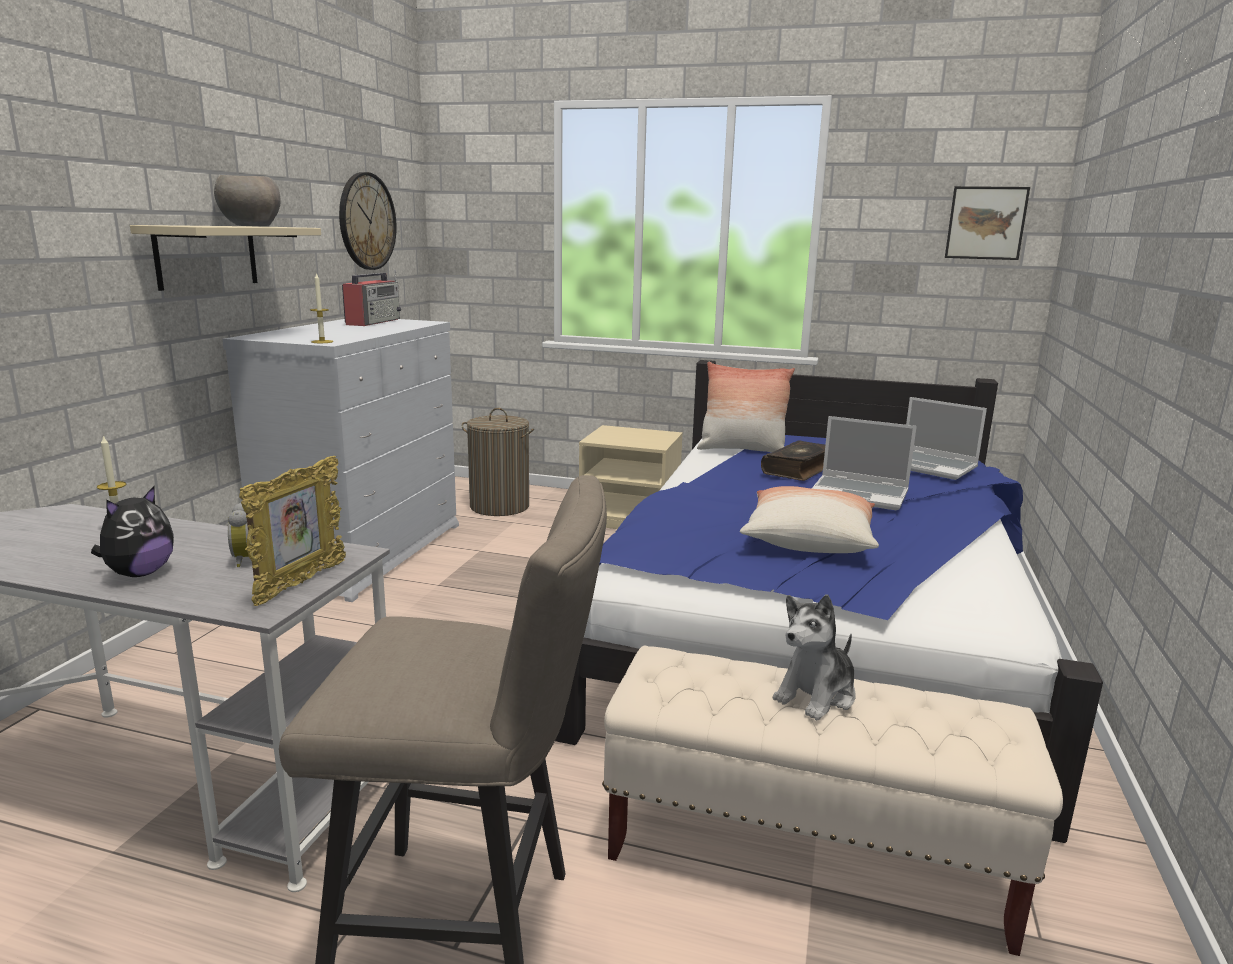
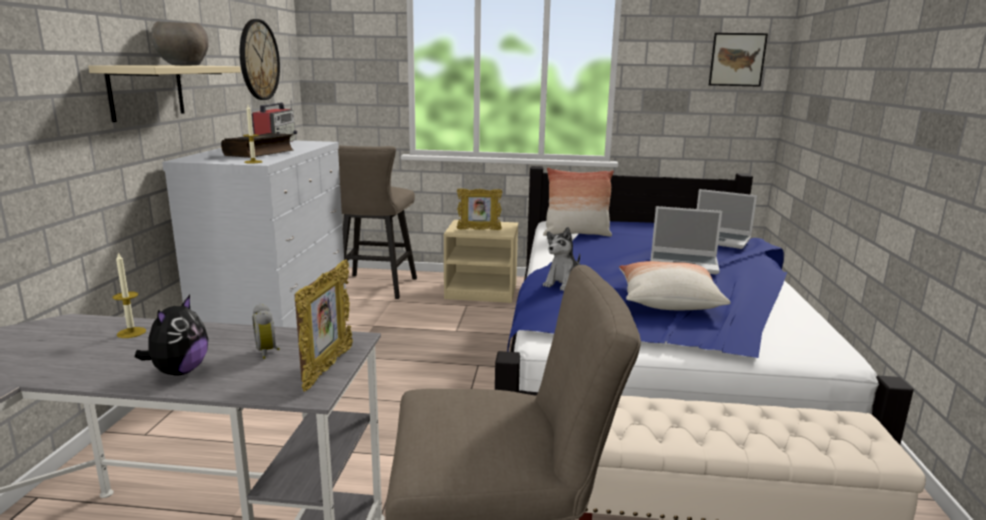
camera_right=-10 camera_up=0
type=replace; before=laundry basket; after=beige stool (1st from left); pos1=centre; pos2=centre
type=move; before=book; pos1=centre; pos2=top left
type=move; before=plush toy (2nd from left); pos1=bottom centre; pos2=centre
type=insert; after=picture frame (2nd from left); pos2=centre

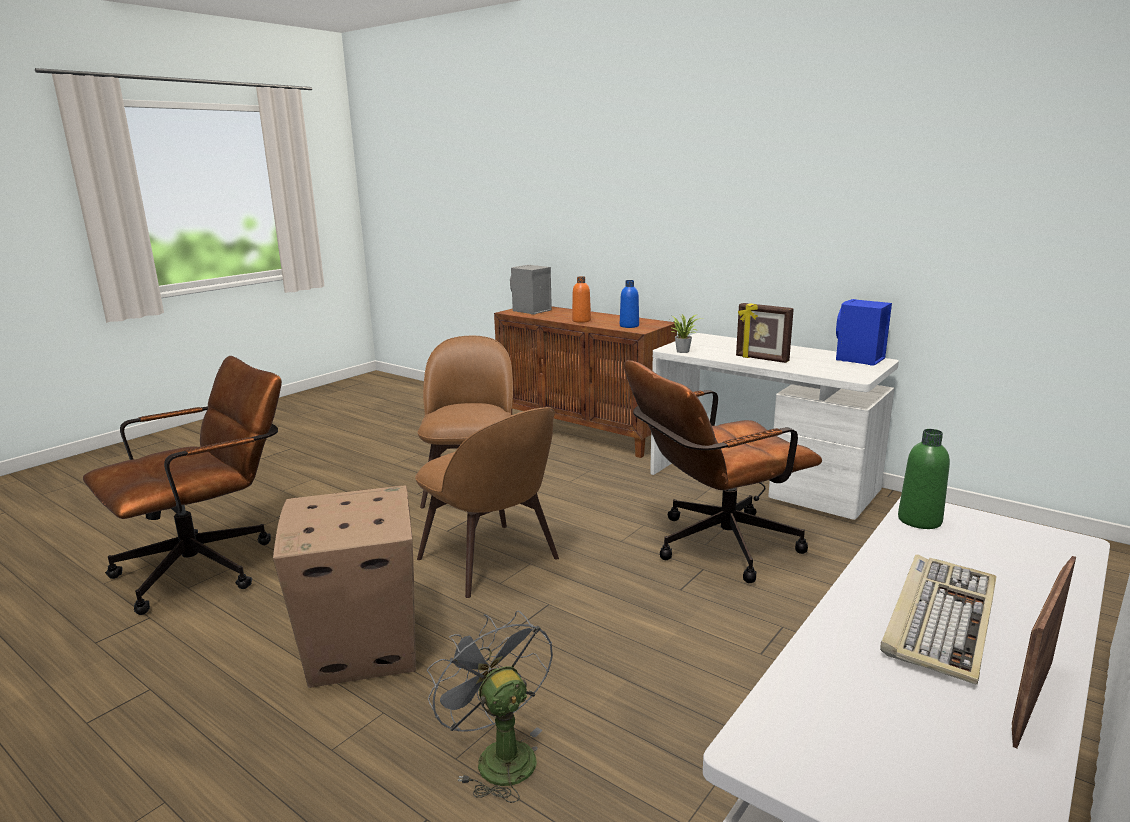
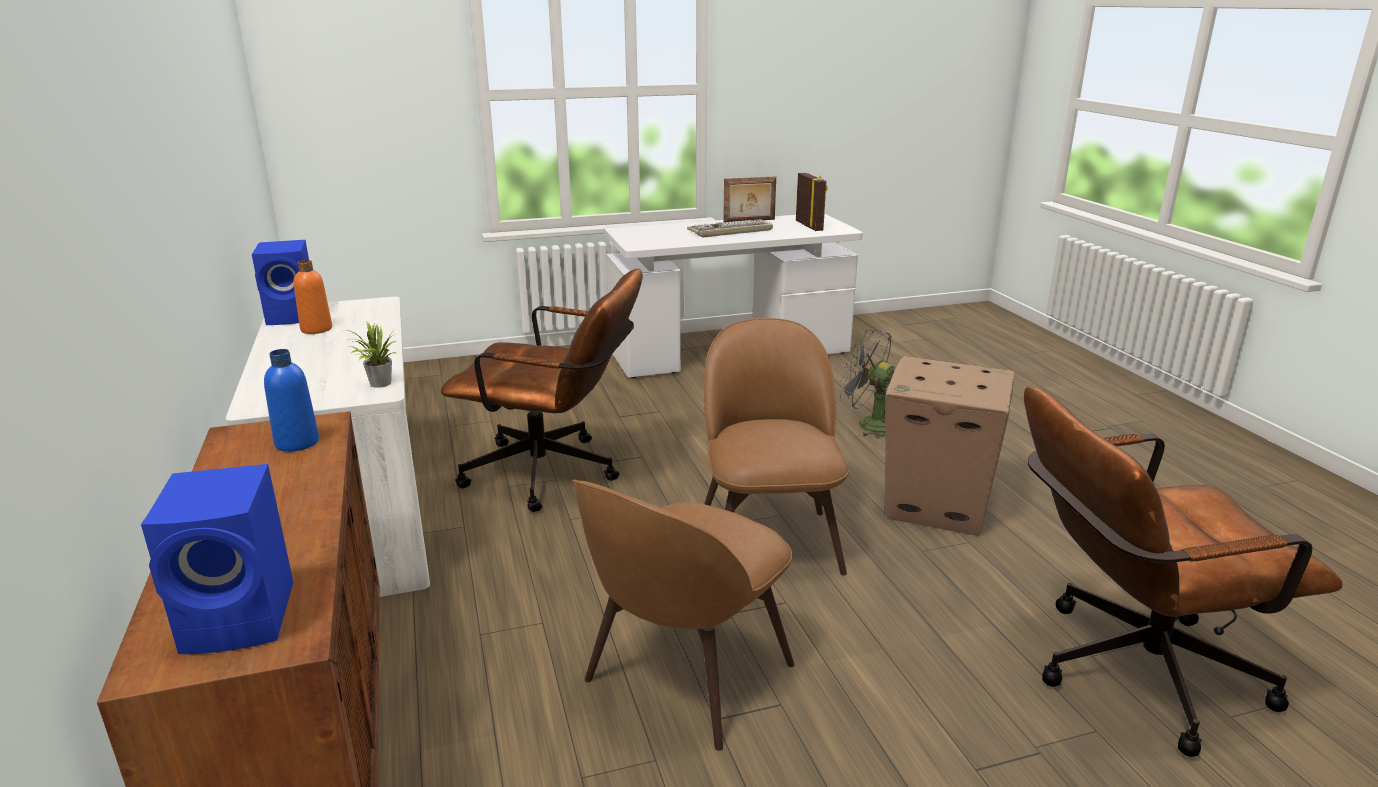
camera_right=-145 camera_up=5
type=rotate; before=grey fan; pos1=bottom centre; pos2=centre; turn=120
type=recolor; before=grey speaker; after=blue speaker (1st from left); pos1=centre; pos2=bottom left
type=move; before=orange bottle; pos1=centre; pos2=middle left
type=move; before=picture frame (1st from left in the first image); after=picture frame (2nd from left); pos1=middle right; pos2=top centre
type=delete; before=green bottle; pos1=middle right

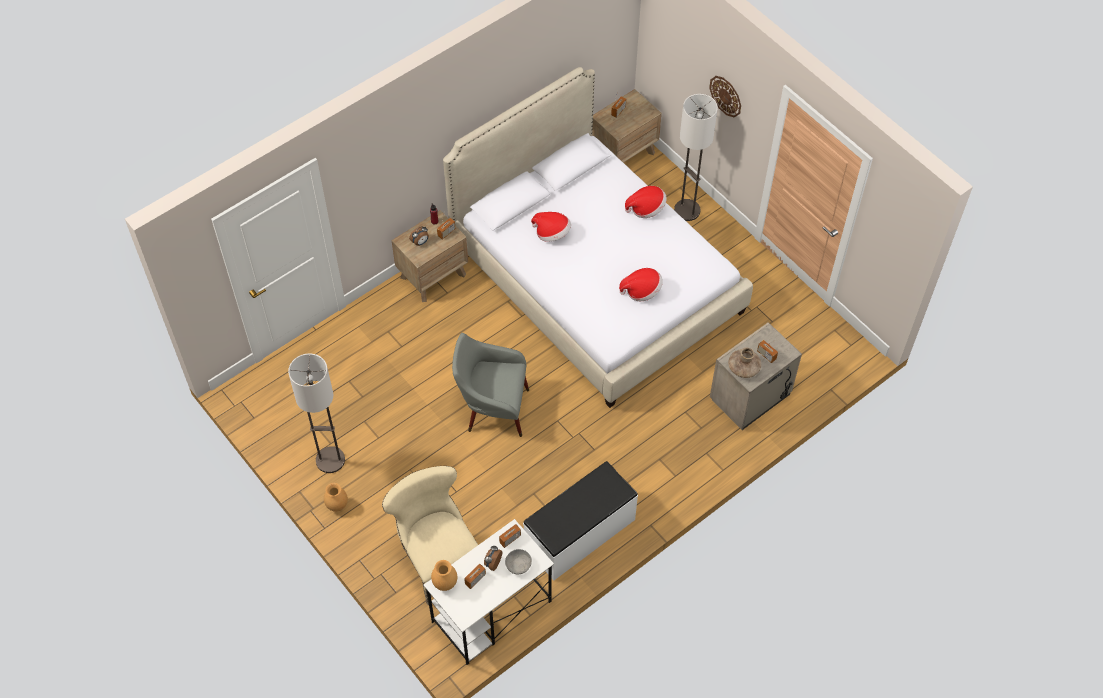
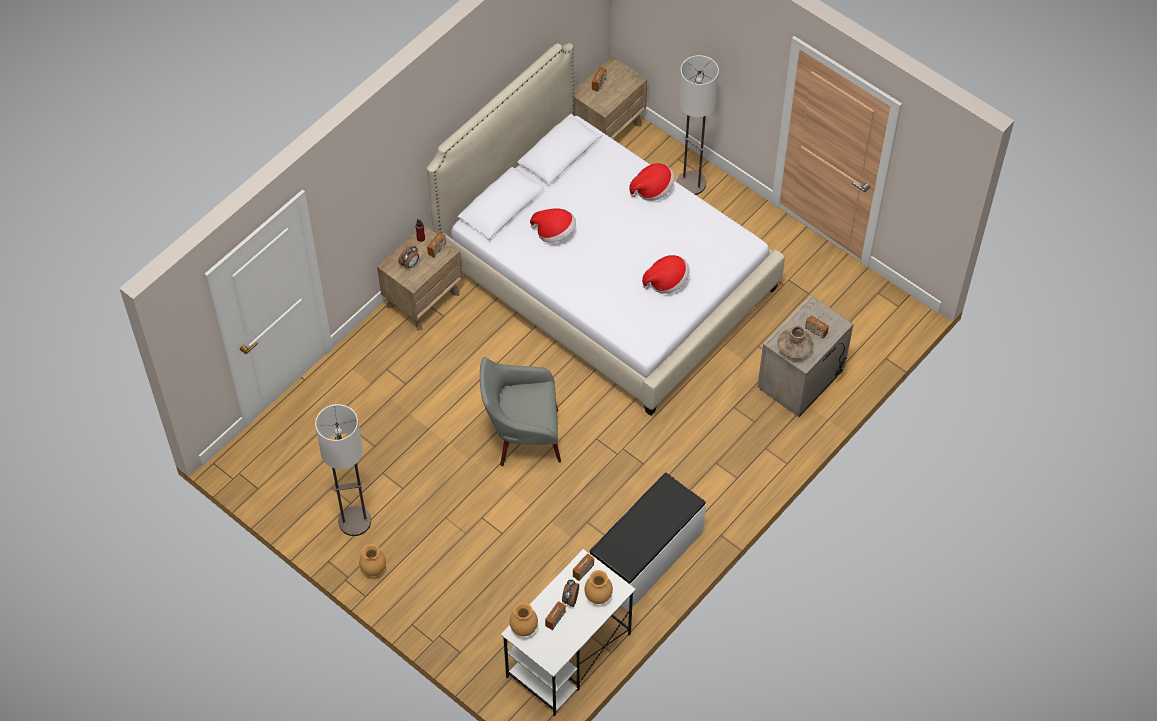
camera_right=-10 camera_up=0
type=delete; before=beige chair; pos1=bottom centre
type=replace; before=grey bowl; after=brown vase (3rd from left); pos1=bottom centre; pos2=bottom centre
type=delete; before=wall clock; pos1=top centre

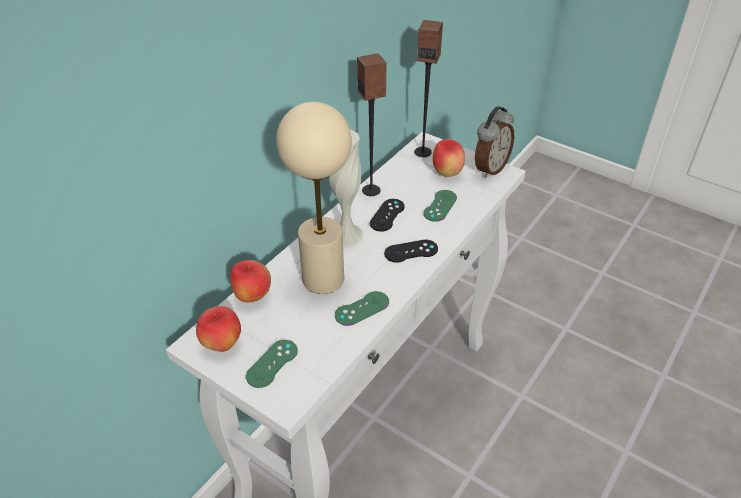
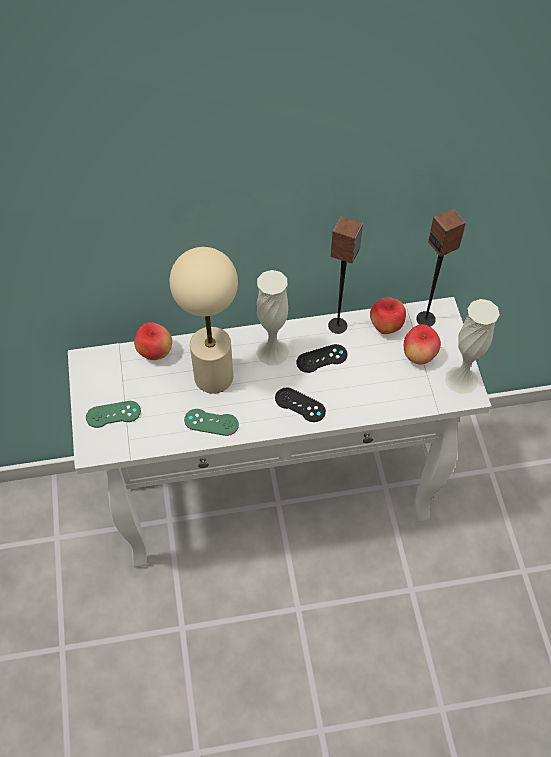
camera_right=45 camera_up=15
type=move; before=apple (1st from left in the first image); after=apple (2nd from left); pos1=middle left; pos2=middle right
type=delete; before=green game controller (3rd from left); pos1=centre
type=replace; before=alarm clock; after=white vase (2nd from left); pos1=top right; pos2=middle right

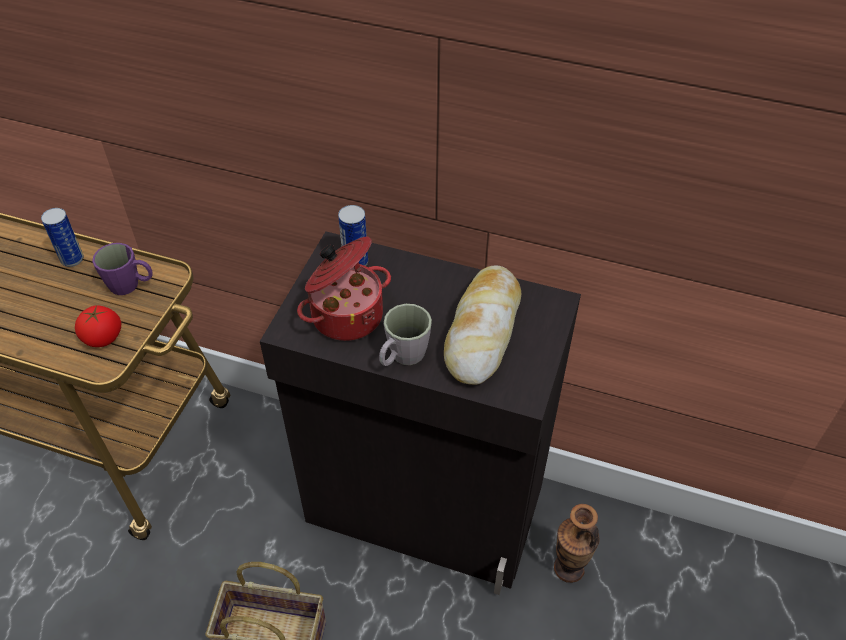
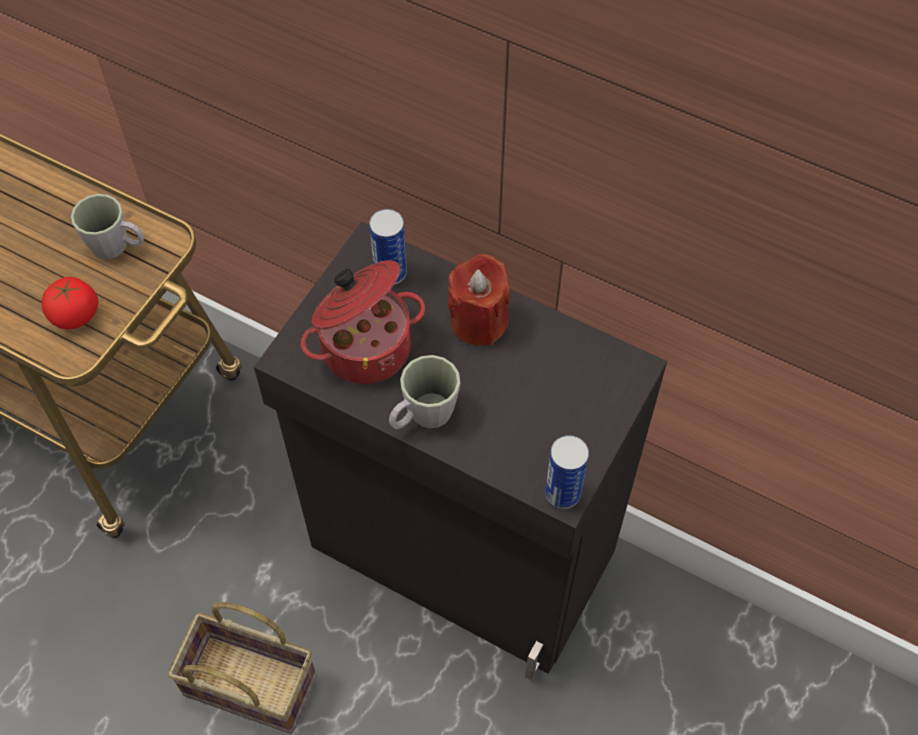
camera_right=10 camera_up=10
type=move; before=can (1st from left in the first image); after=can (2nd from left); pos1=middle left; pos2=centre
type=recolor; before=purple mug; after=grey mug (1st from left); pos1=middle left; pos2=top left
type=delete; before=bread; pos1=centre
type=delete; before=vase; pos1=bottom right
type=insert; after=red candle; pos2=centre

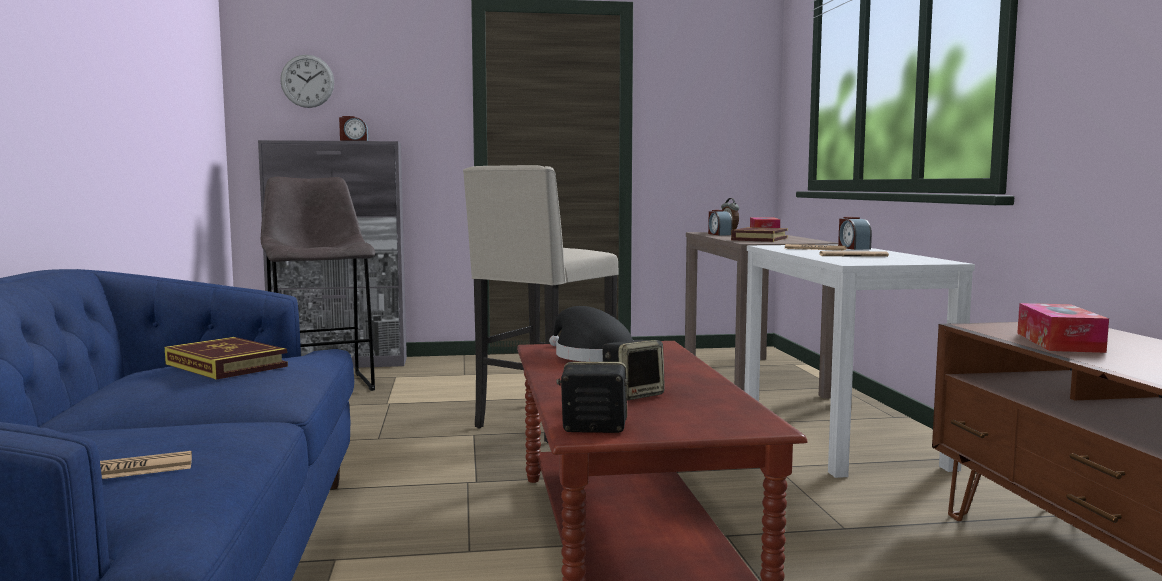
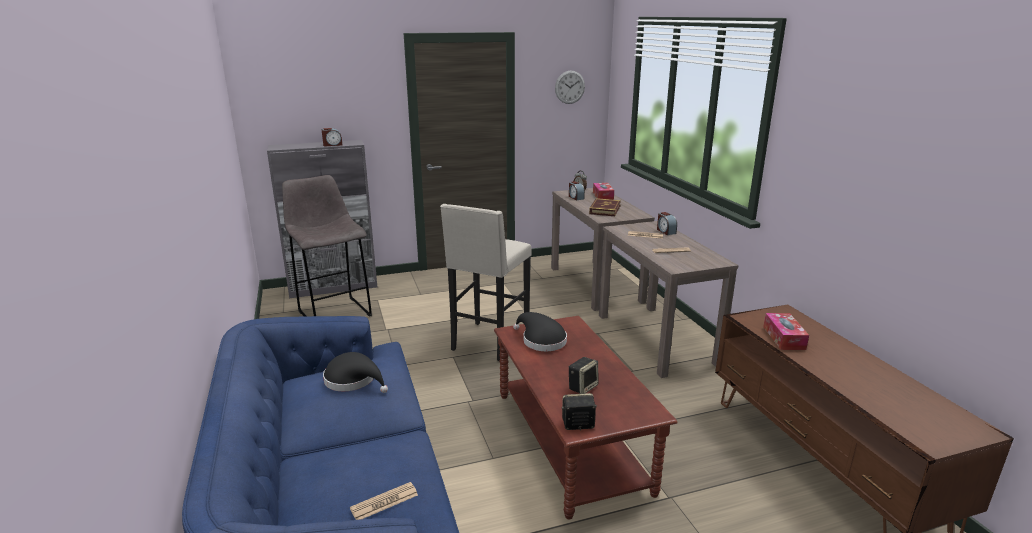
camera_right=-10 camera_up=15
type=replace; before=book (1st from left); after=black hat (1st from left); pos1=middle left; pos2=bottom centre
type=move; before=wall clock; pos1=top left; pos2=top centre
type=recolor; before=white console table; after=brown console table (2nd from left); pos1=middle right; pos2=centre

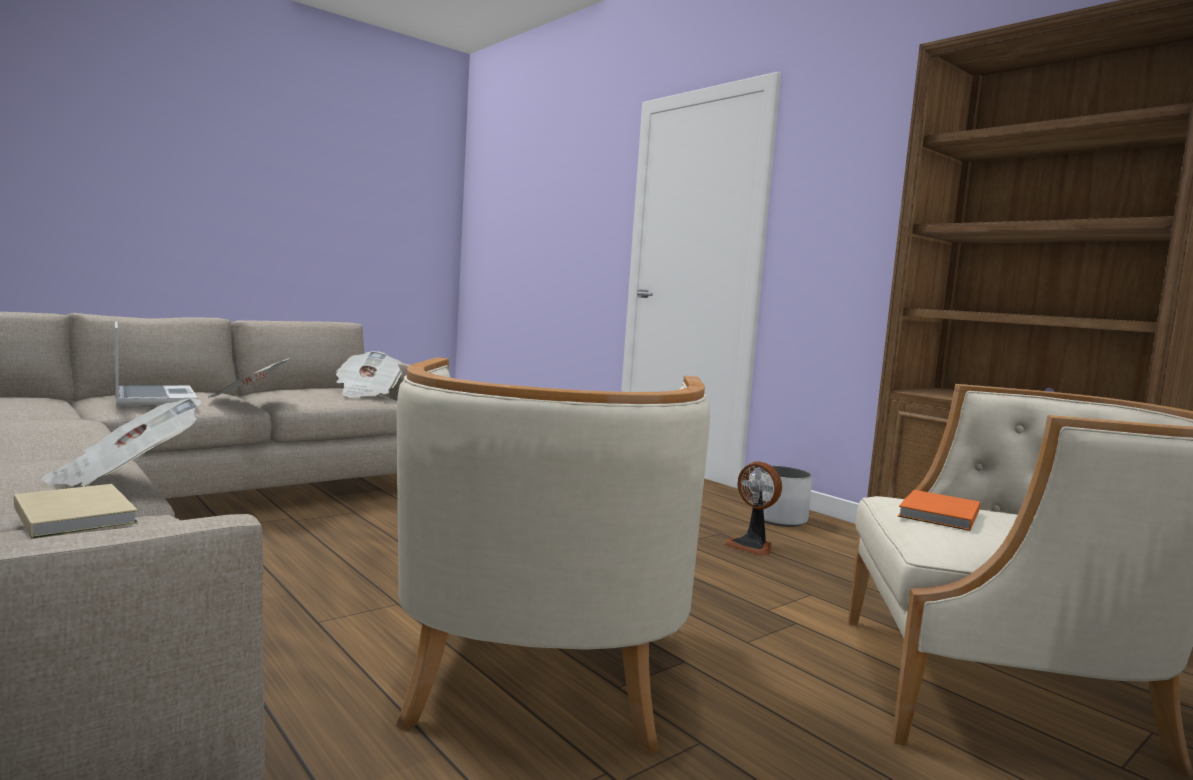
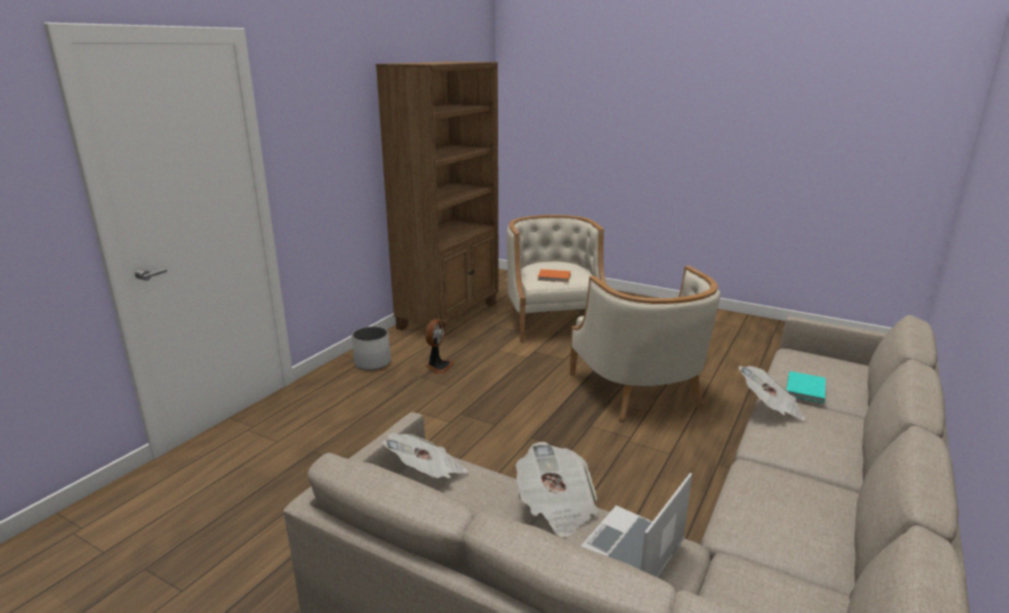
camera_right=-110 camera_up=15
type=recolor; before=beige book; after=turquoise book; pos1=middle left; pos2=middle right
type=rotate; before=beige armchair (1st from left in the first image); pos1=bottom centre; pos2=centre; turn=90

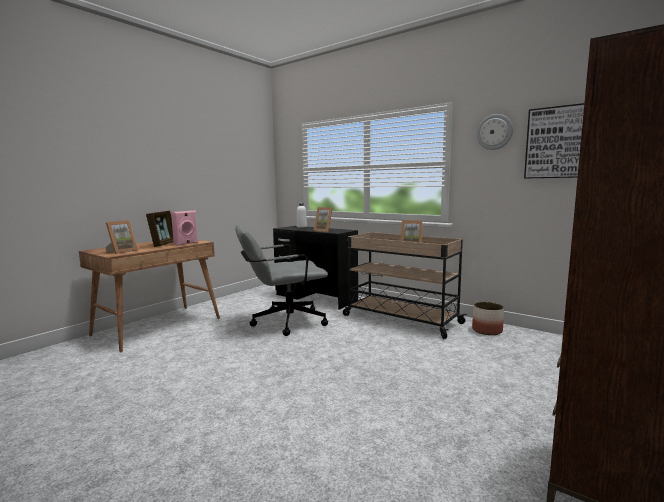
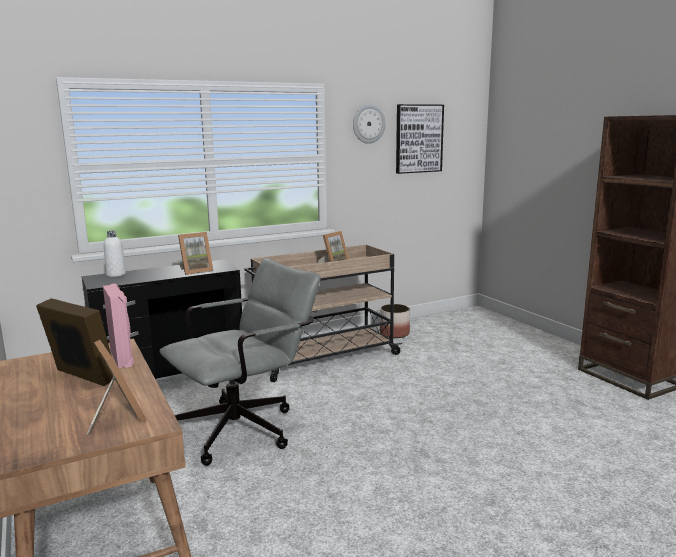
camera_right=-65 camera_up=5
type=rotate; before=grey office chair; pos1=centre; pos2=centre; turn=-135

